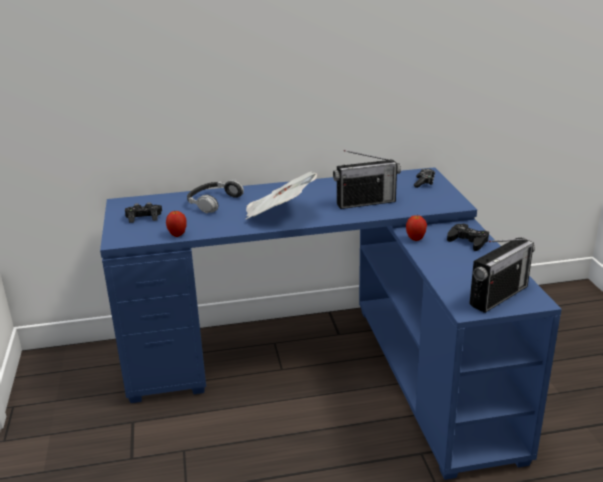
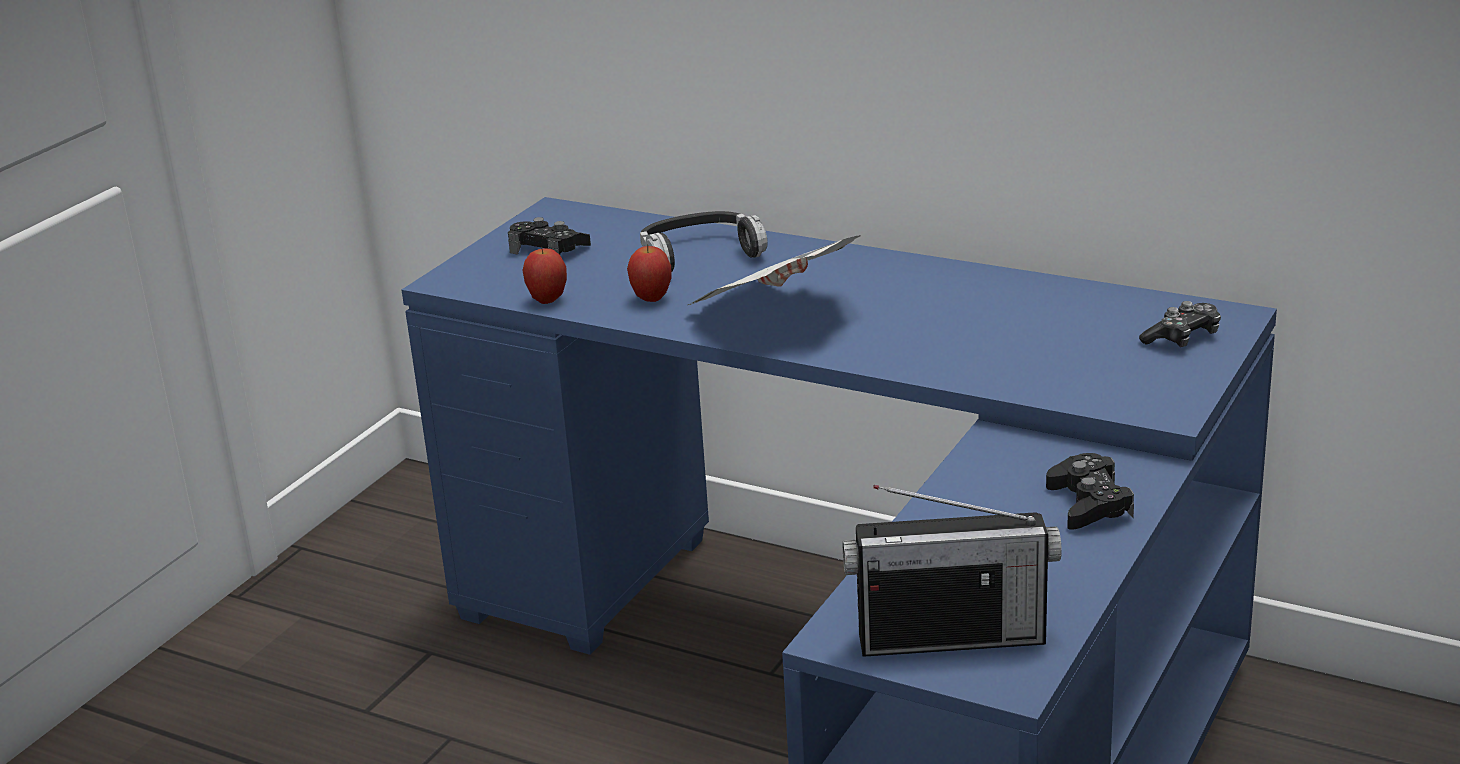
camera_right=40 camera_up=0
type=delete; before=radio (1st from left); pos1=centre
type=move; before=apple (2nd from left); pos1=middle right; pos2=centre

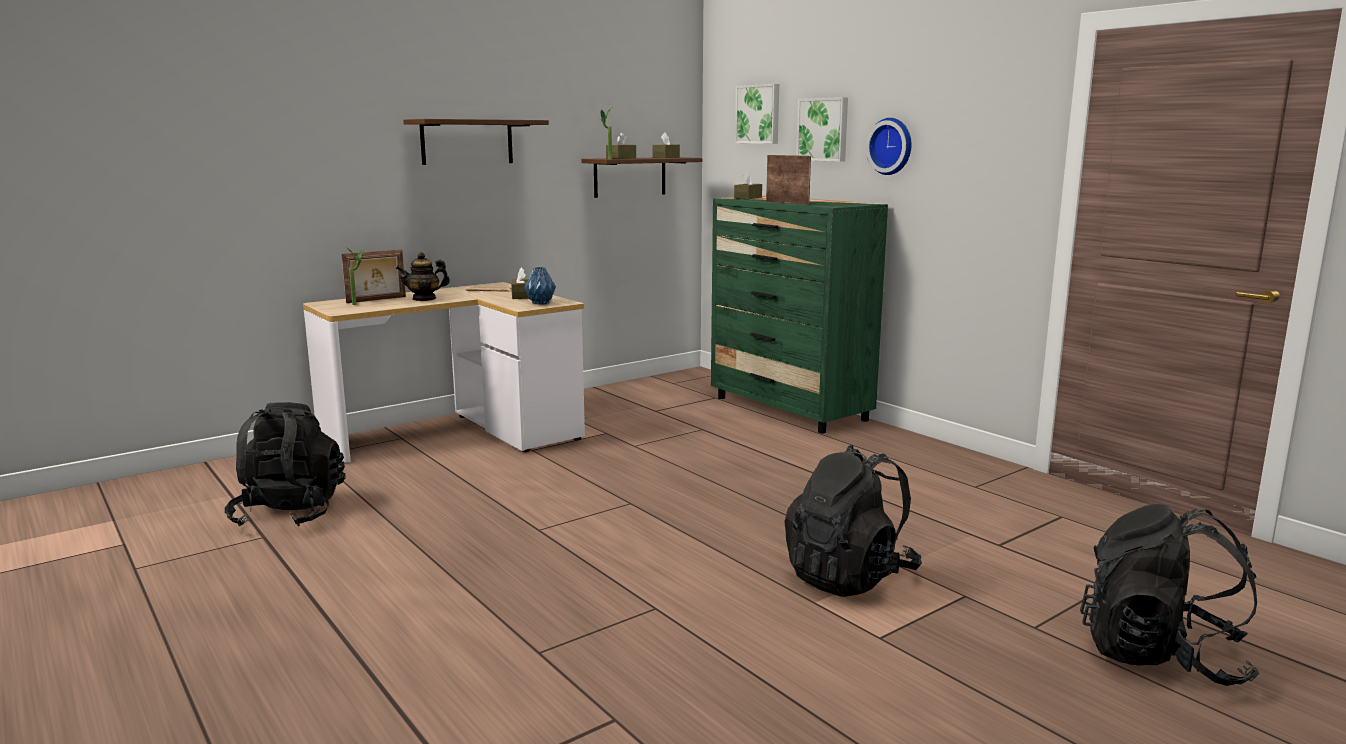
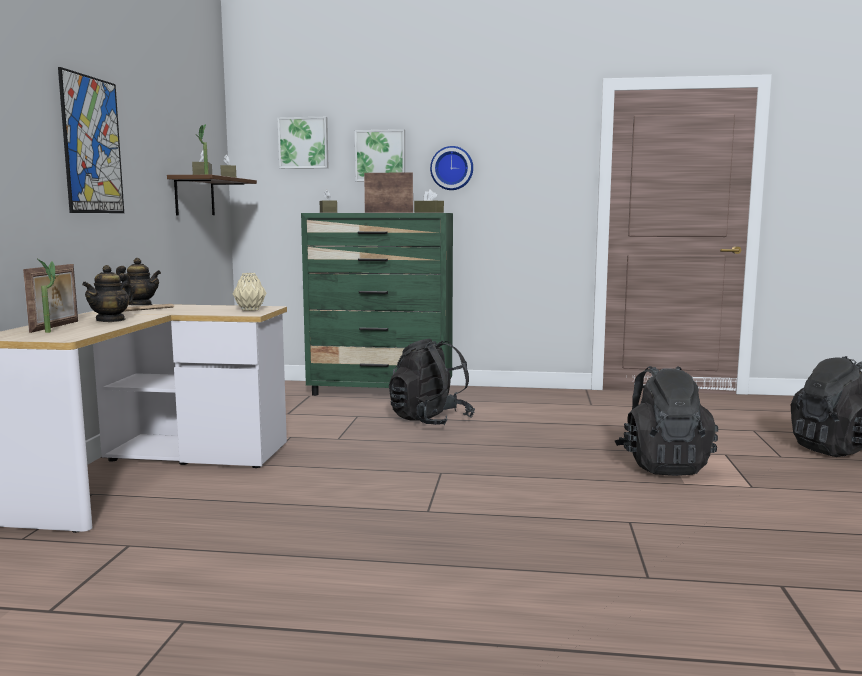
camera_right=-45 camera_up=-5
type=move; before=black backpack (1st from left); pos1=middle left; pos2=centre
type=replace; before=brown shelf (1st from left); after=picture (1st from left); pos1=top centre; pos2=top left
type=move; before=brown tissue box (1st from left in the first image); after=brown tissue box (4th from left); pos1=centre; pos2=top centre
type=recolor; before=blue vase; after=beige vase; pos1=centre; pos2=middle left
type=insert; after=teapot (2nd from left); pos2=middle left

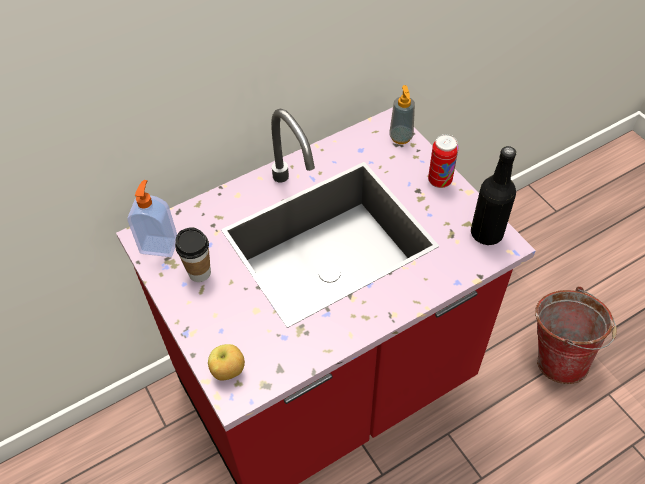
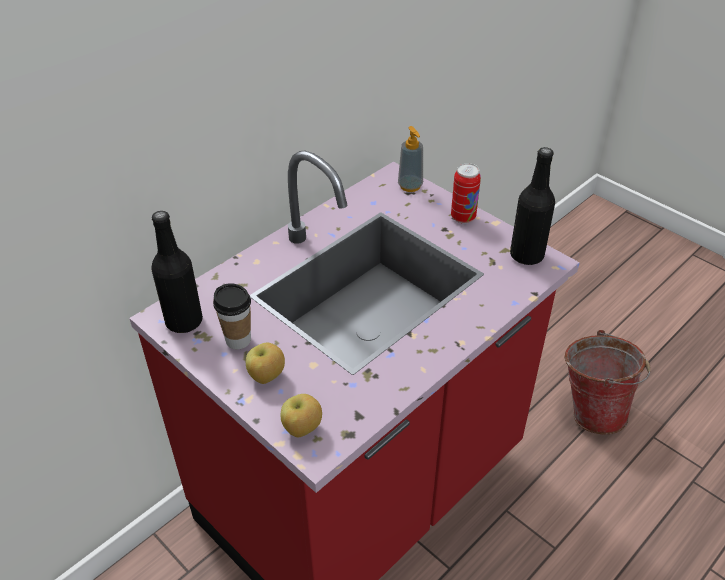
camera_right=-15 camera_up=-10
type=replace; before=soap dispenser (1st from left); after=black bottle (1st from left); pos1=middle left; pos2=middle left
type=insert; after=apple (1st from left); pos2=centre

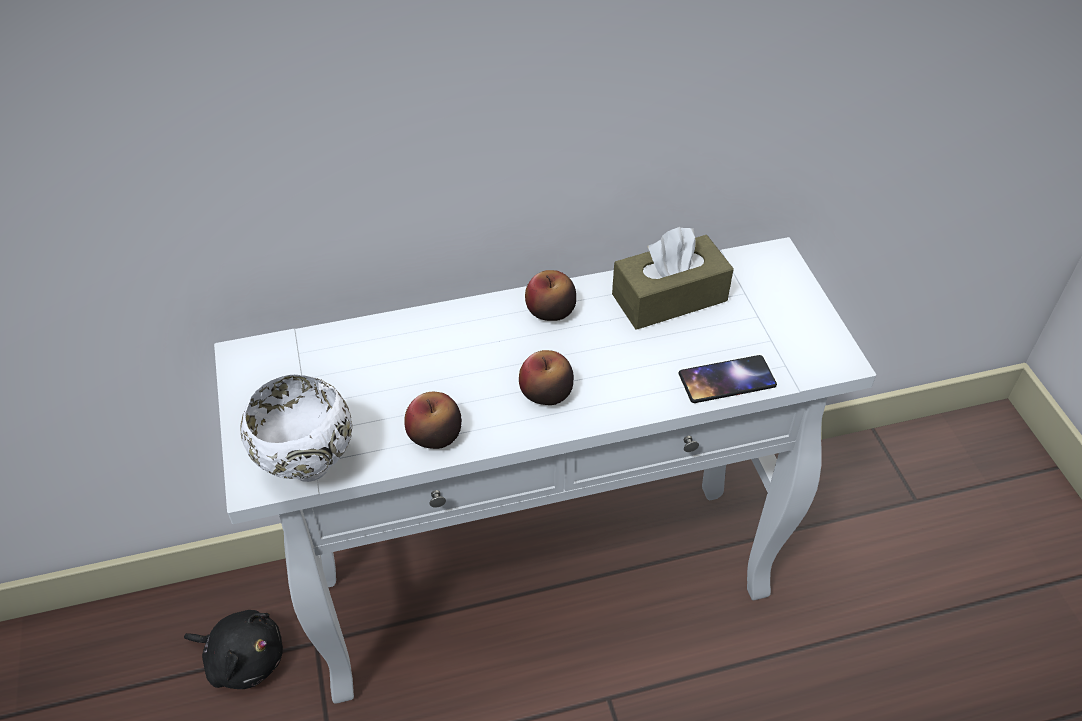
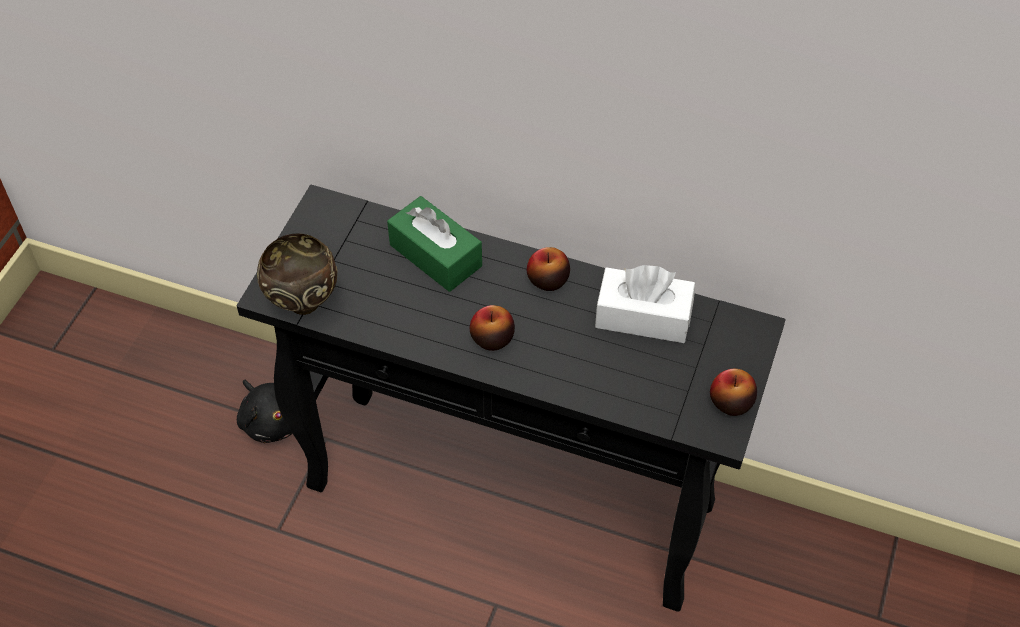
camera_right=35 camera_up=5
type=recolor; before=white console table; after=black console table; pos1=centre; pos2=centre
type=recolor; before=white bowl; after=brown bowl; pos1=middle left; pos2=middle left
type=move; before=apple (1st from left in the first image); after=apple (3rd from left); pos1=centre; pos2=middle right
type=recolor; before=brown tissue box; after=white tissue box; pos1=centre; pos2=centre
type=delete; before=phone; pos1=middle right
type=insert; after=green tissue box; pos2=centre

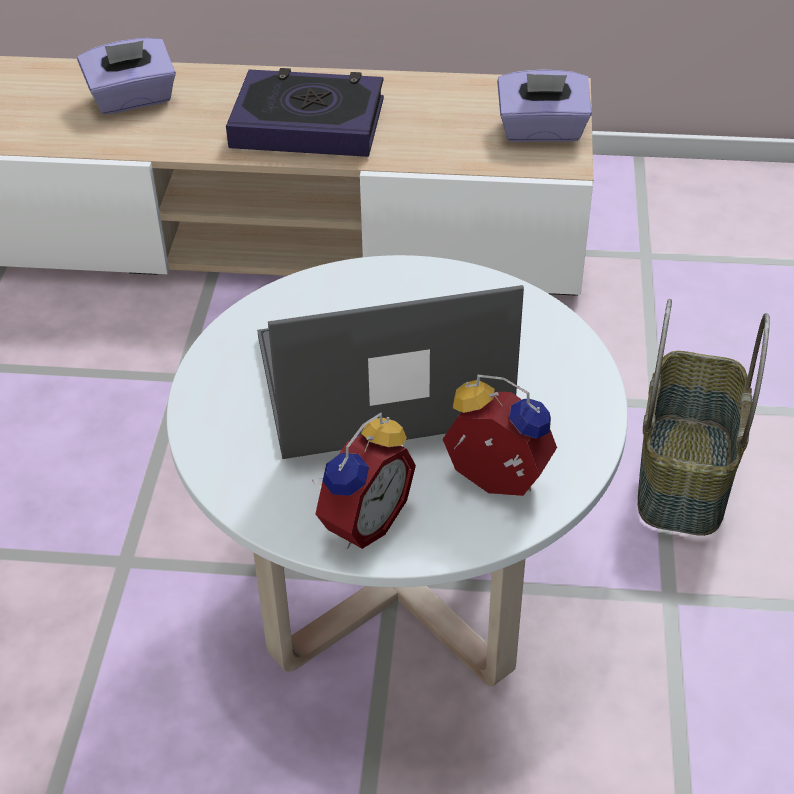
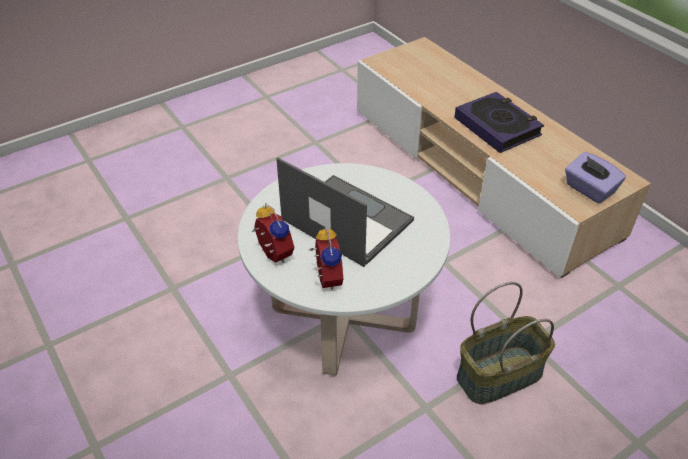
camera_right=50 camera_up=0
type=delete; before=purple tissue box (1st from left); pos1=top left
type=rotate; before=alarm clock (1st from left); pos1=centre; pos2=centre; turn=-120

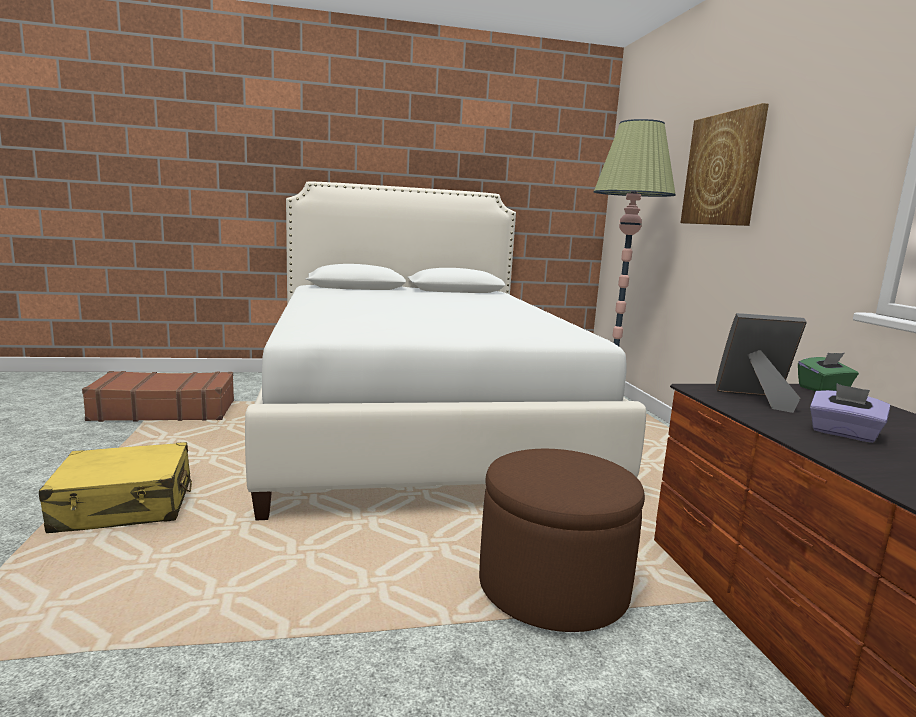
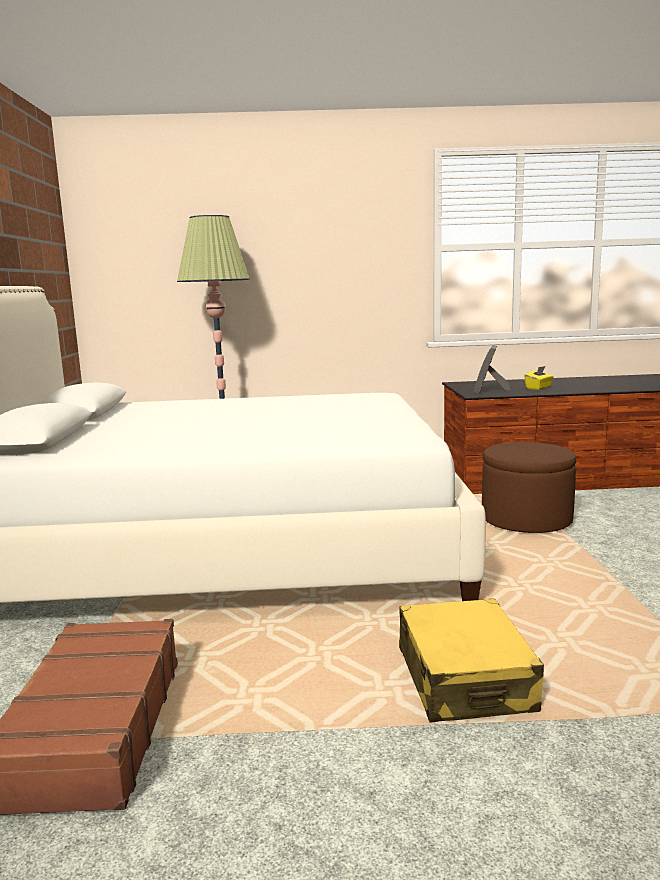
camera_right=-80 camera_up=0
type=delete; before=picture; pos1=top right
type=delete; before=green tissue box; pos1=middle right
type=recolor; before=purple tissue box; after=yellow tissue box; pos1=middle right; pos2=middle right

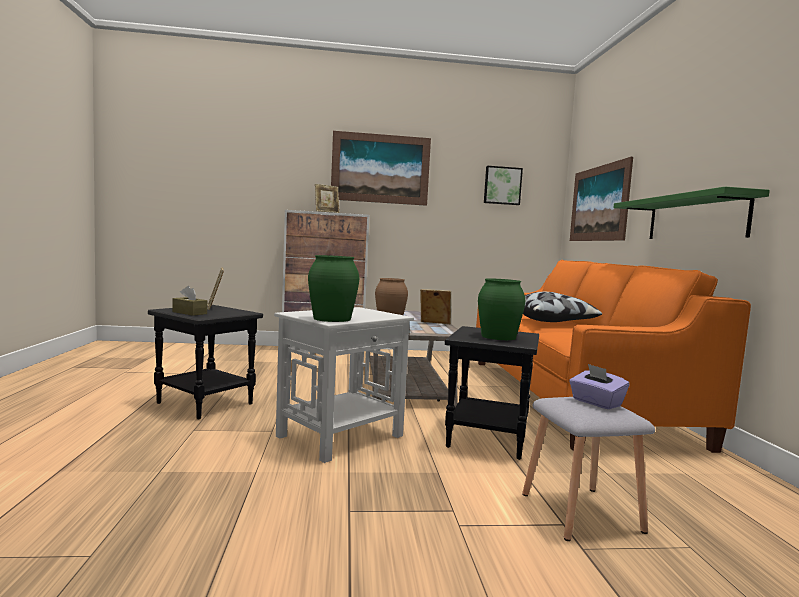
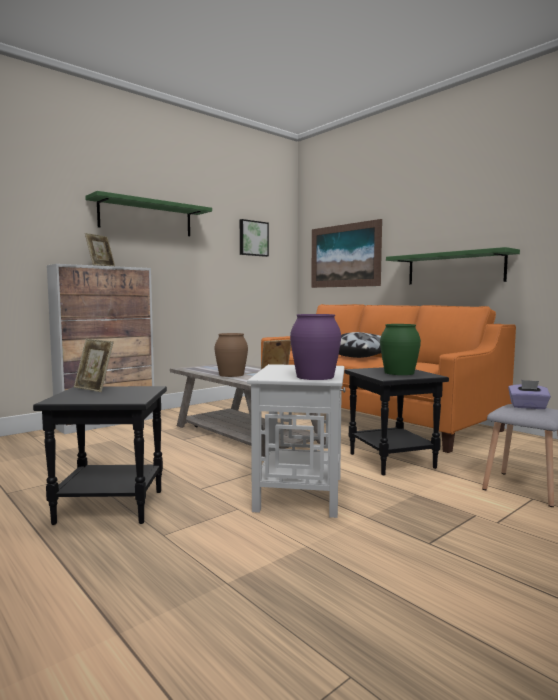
camera_right=-35 camera_up=0
type=delete; before=brown tissue box; pos1=middle left
type=recolor; before=green vase (1st from left); after=purple vase; pos1=centre; pos2=centre
type=replace; before=picture (1st from left); after=green shelf (1st from left); pos1=top centre; pos2=top left

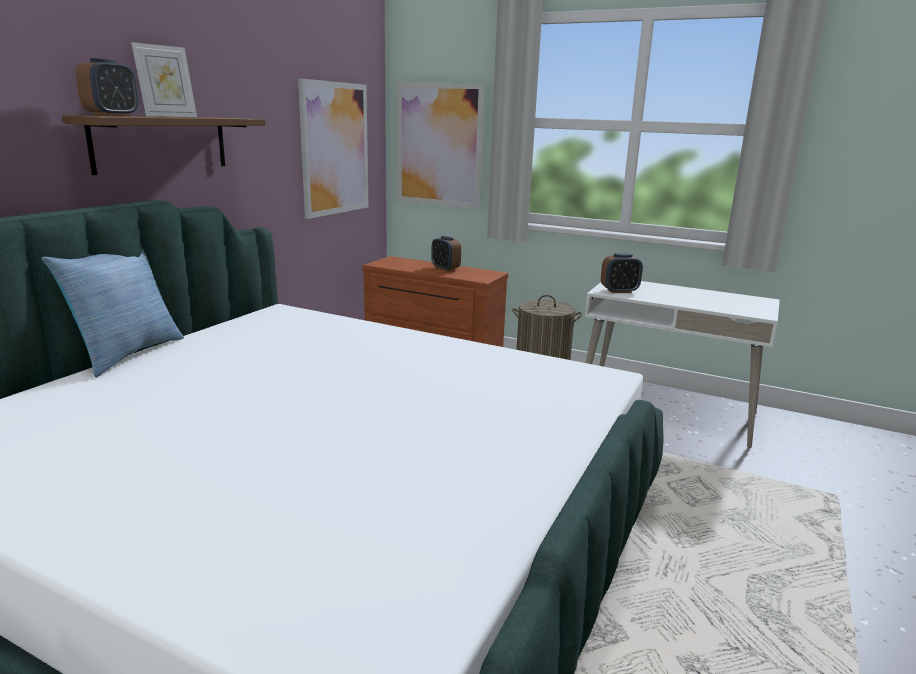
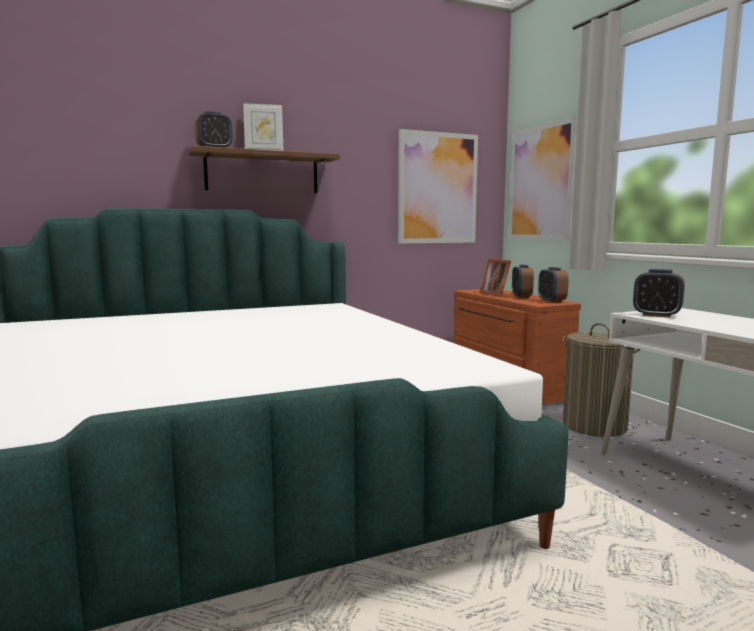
camera_right=40 camera_up=-10
type=delete; before=pillow; pos1=middle left
type=insert; after=picture frame (2nd from left); pos2=centre
type=insert; after=alarm clock (3rd from left); pos2=middle right

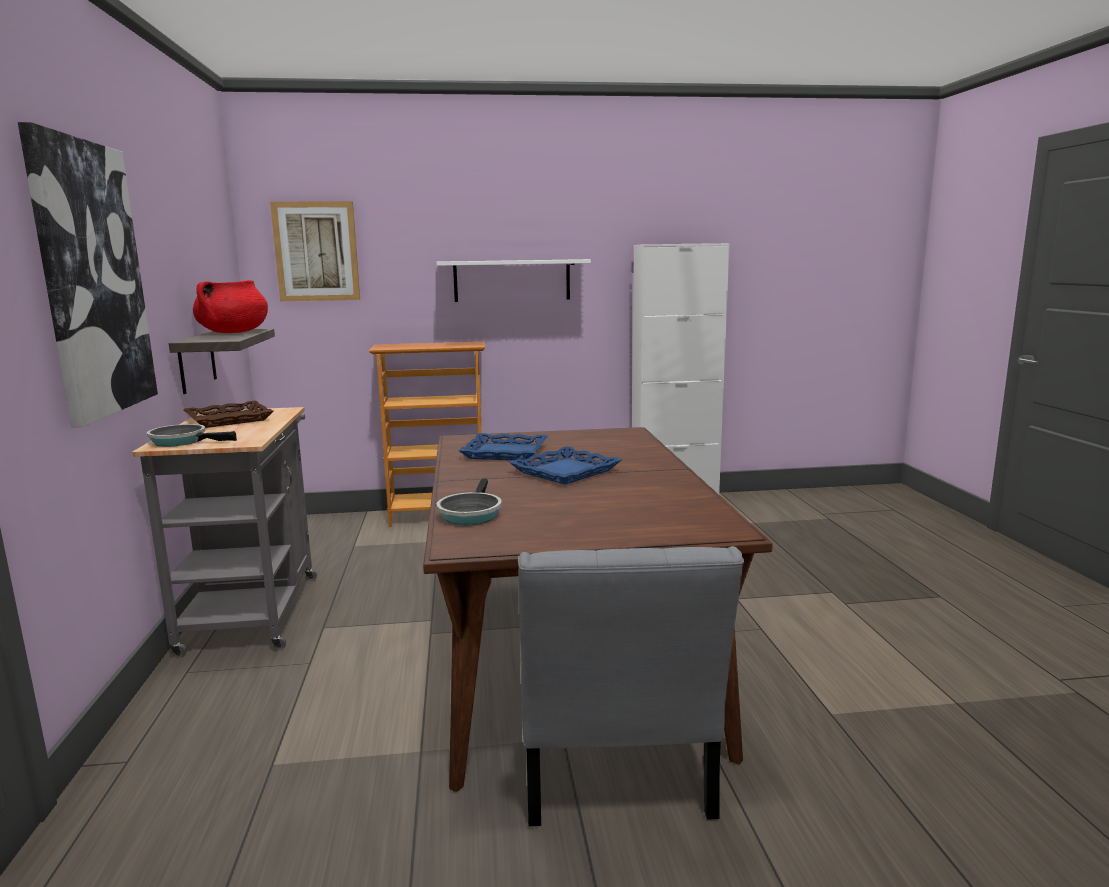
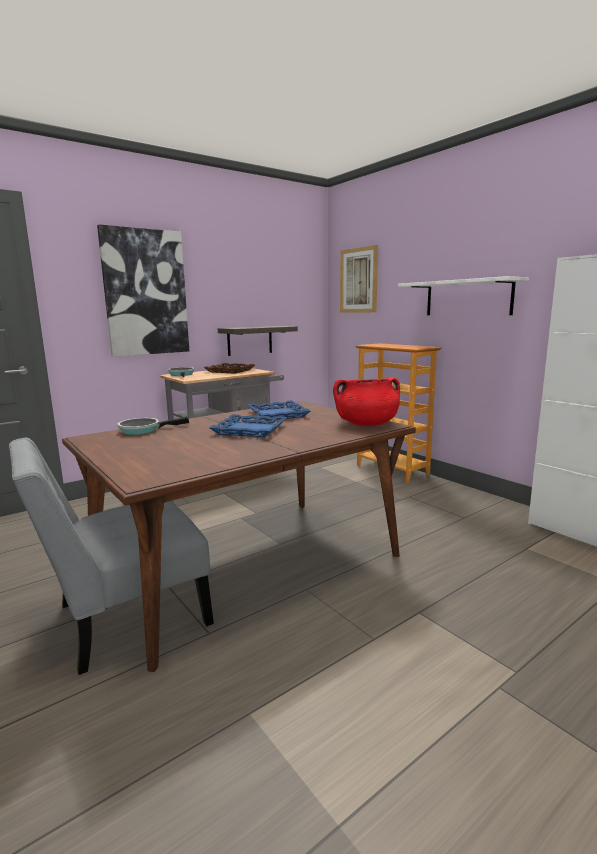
camera_right=60 camera_up=0
type=move; before=red cooking pot; pos1=middle left; pos2=centre

